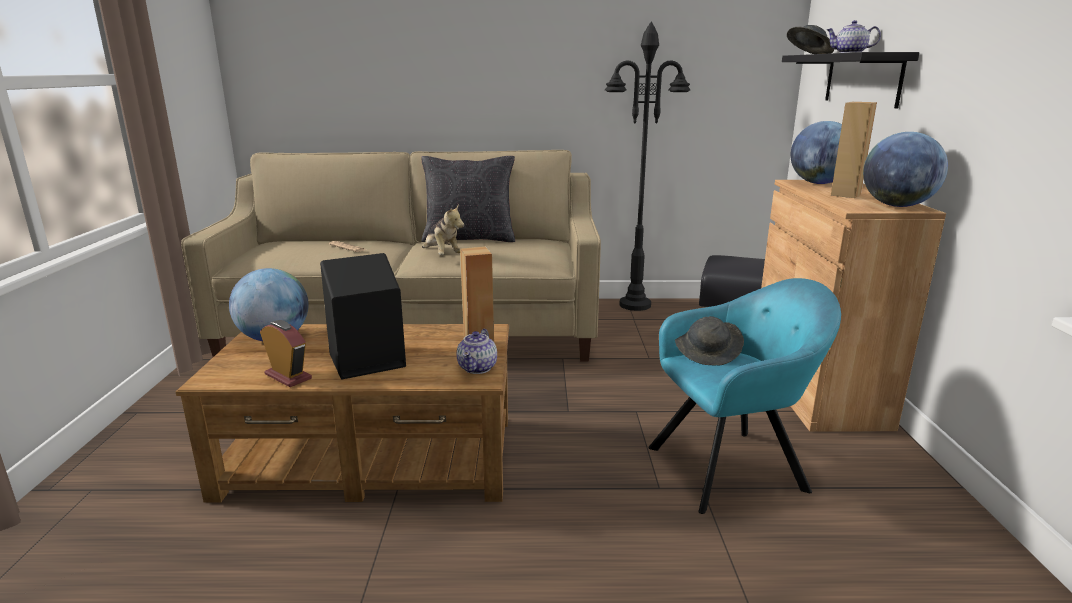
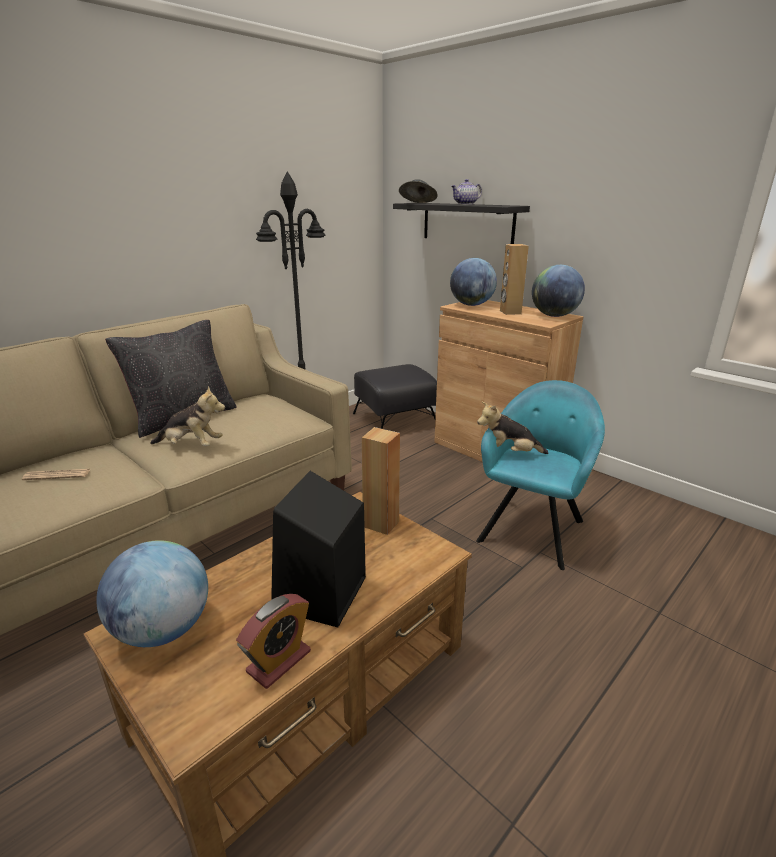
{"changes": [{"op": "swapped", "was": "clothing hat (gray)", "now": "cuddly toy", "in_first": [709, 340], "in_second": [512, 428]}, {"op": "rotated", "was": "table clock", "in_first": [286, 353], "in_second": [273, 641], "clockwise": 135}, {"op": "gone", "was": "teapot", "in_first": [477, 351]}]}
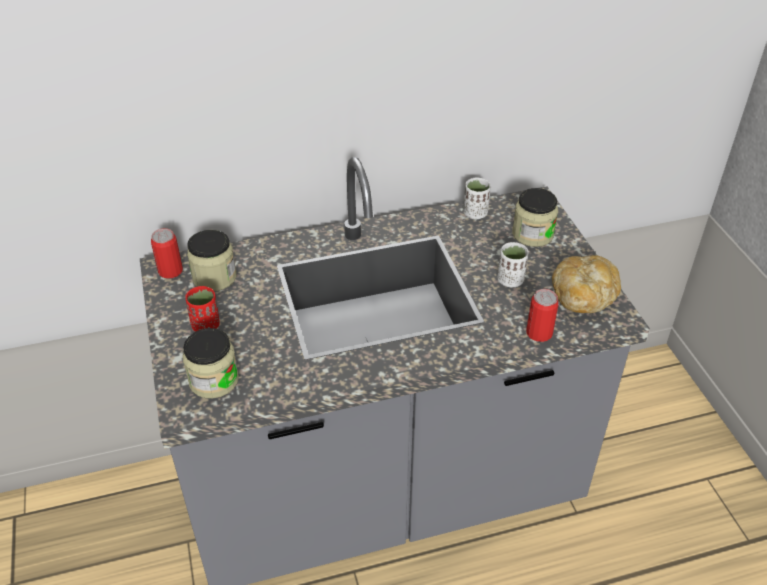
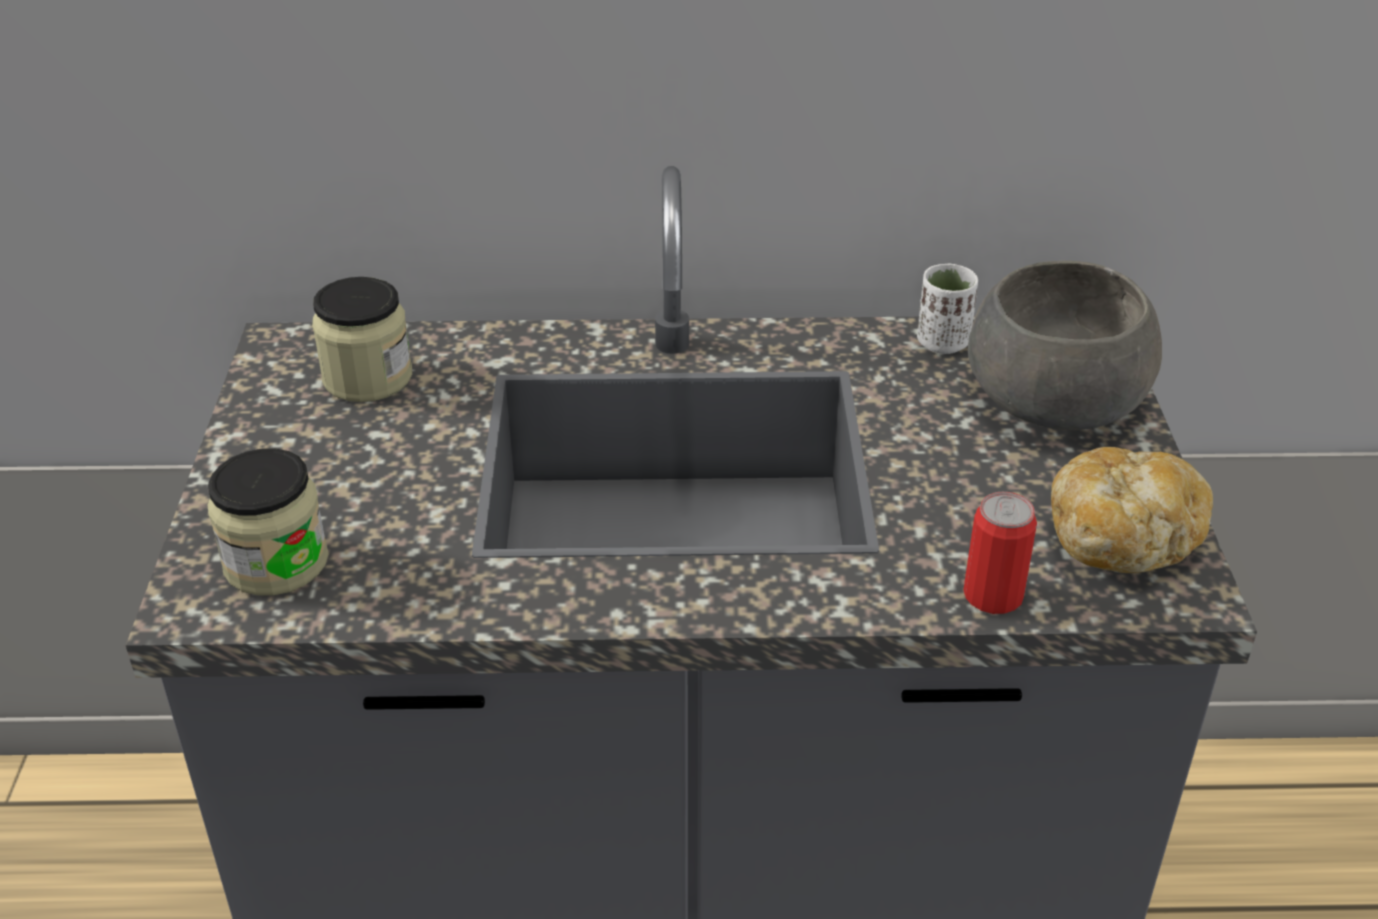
{"changes": [{"op": "swapped", "was": "jar", "now": "serving bowl (gray)", "in_first": [535, 217], "in_second": [1065, 345]}, {"op": "gone", "was": "can", "in_first": [167, 253]}, {"op": "gone", "was": "drinking cup (white-coloured)", "in_first": [513, 264]}, {"op": "gone", "was": "drinking cup (reddish)", "in_first": [203, 309]}]}
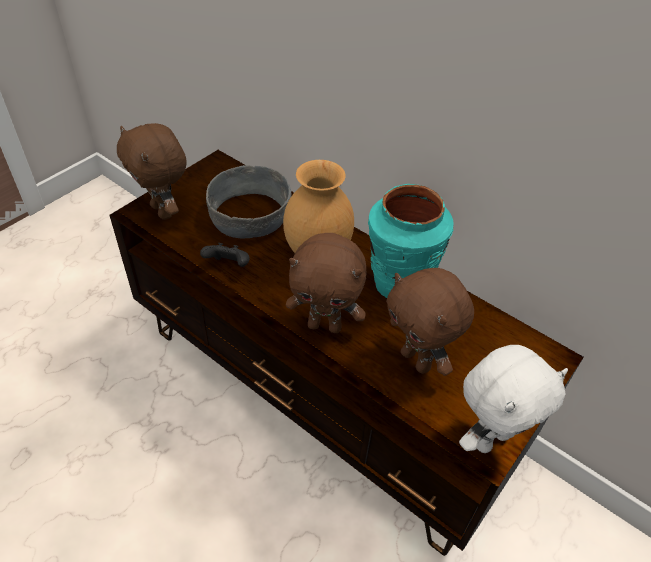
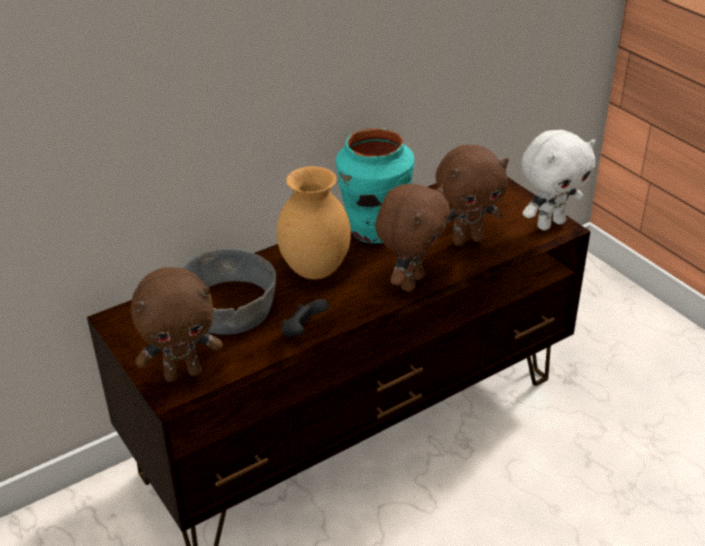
{"changes": [{"op": "rotated", "was": "cuddly toy (white-coloured)", "in_first": [513, 399], "in_second": [559, 180], "clockwise": 75}]}
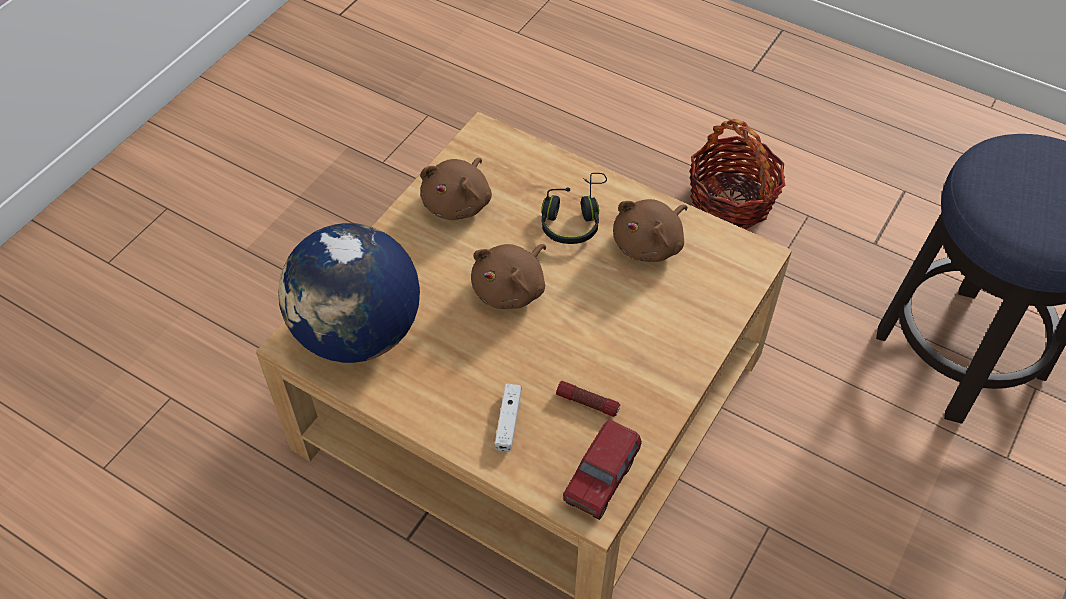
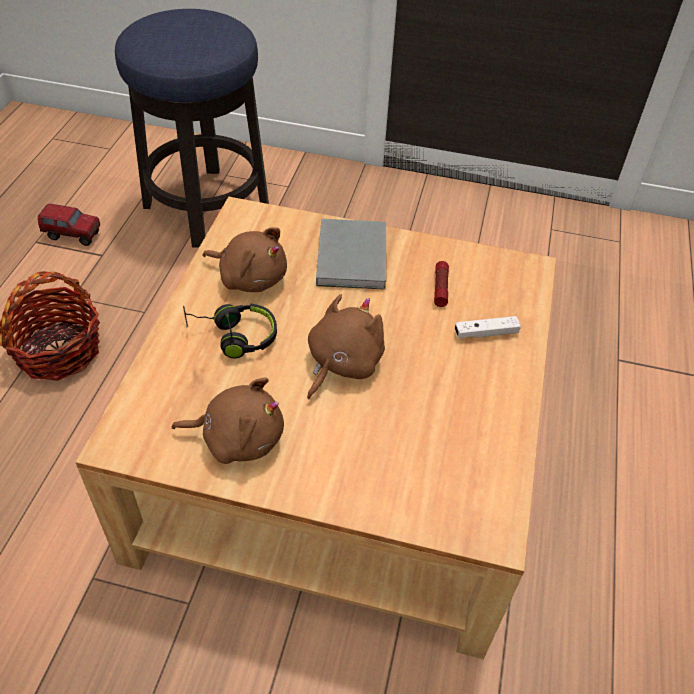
{"changes": [{"op": "gone", "was": "globe", "in_first": [349, 293]}, {"op": "rotated", "was": "cuddly toy (brown)", "in_first": [508, 276], "in_second": [346, 346], "clockwise": -75}, {"op": "shifted", "was": "toy lorry", "in_first": [602, 470], "in_second": [69, 225]}, {"op": "new", "now": "bound book (gray)", "in_second": [351, 254]}]}
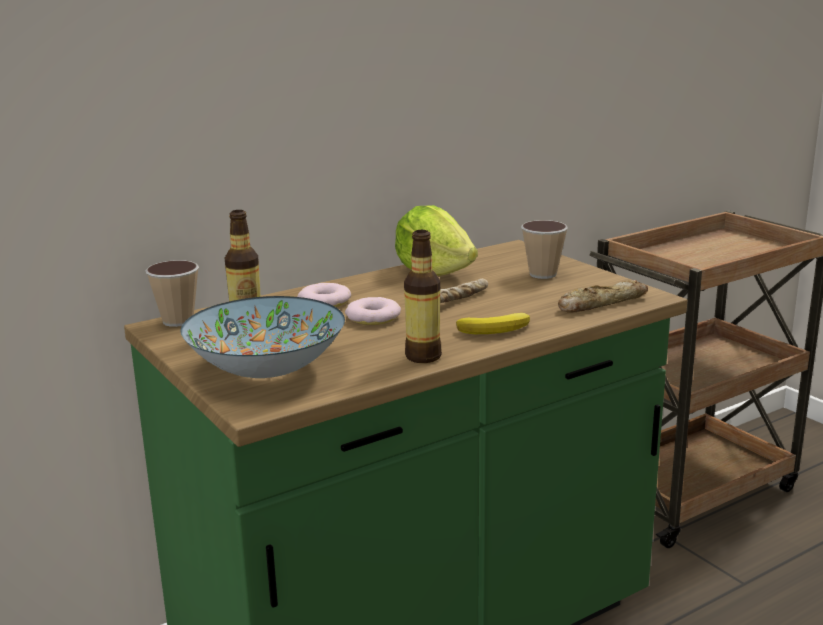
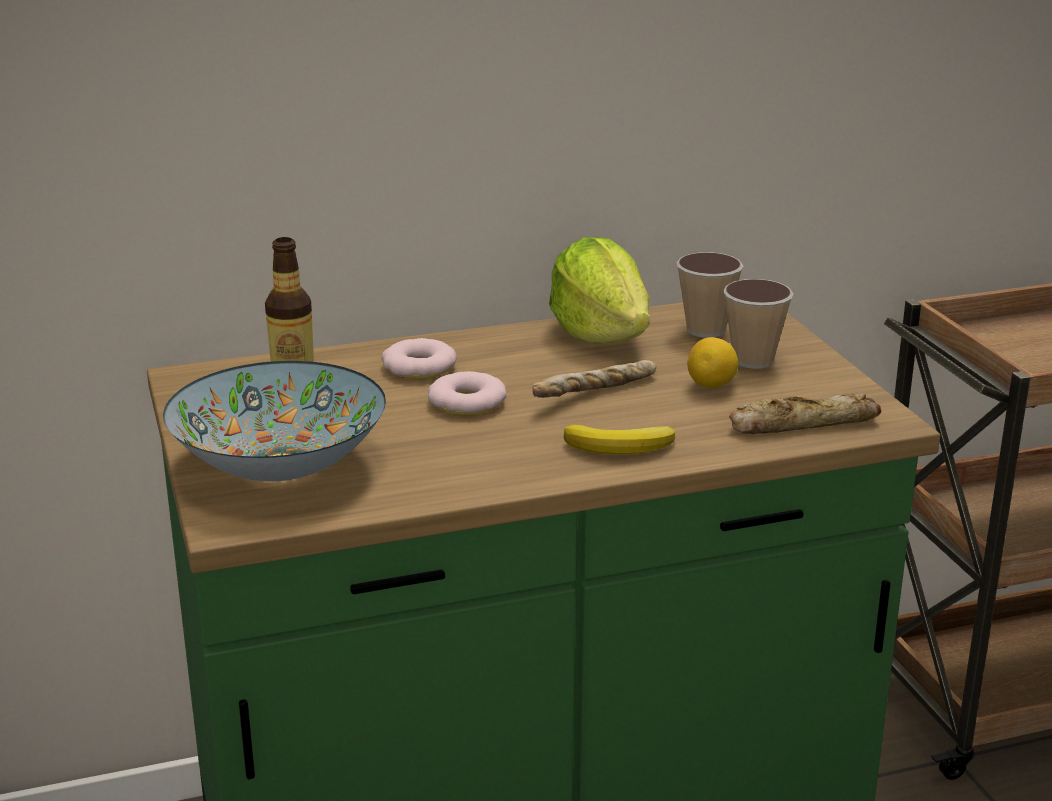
{"changes": [{"op": "gone", "was": "drink bottle", "in_first": [423, 296]}, {"op": "shifted", "was": "drinking cup", "in_first": [172, 293], "in_second": [710, 295]}, {"op": "new", "now": "lemon", "in_second": [712, 362]}]}
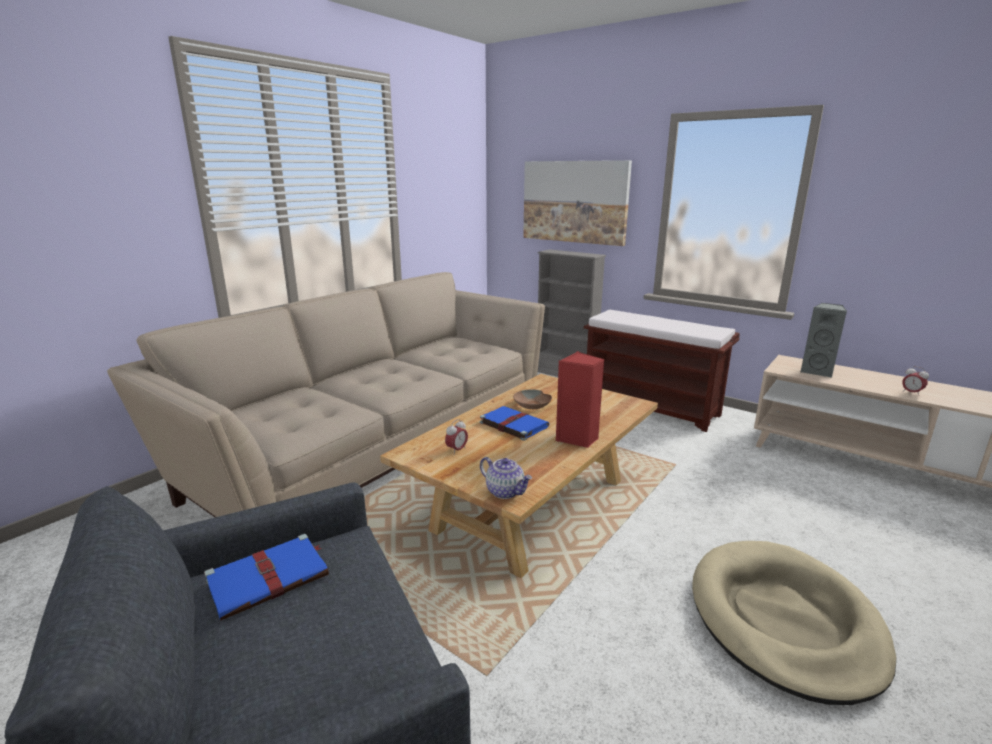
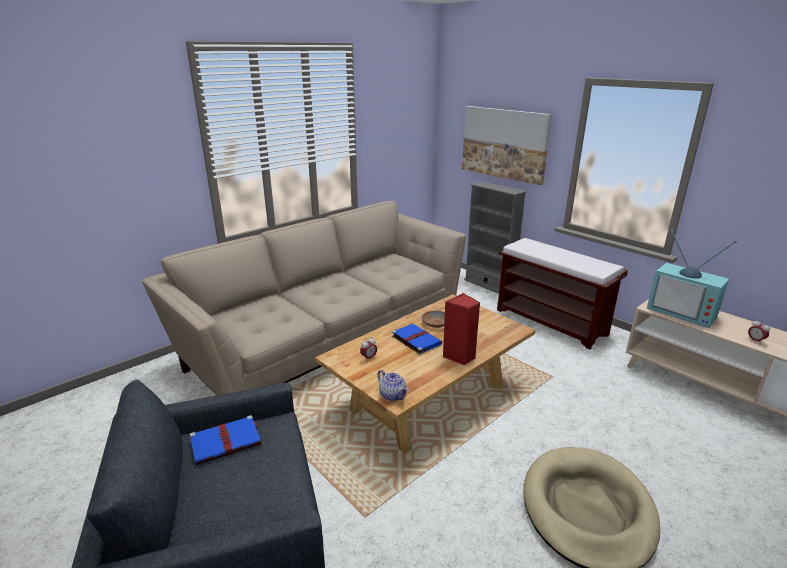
{"changes": [{"op": "swapped", "was": "speaker (gray)", "now": "TV", "in_first": [824, 340], "in_second": [692, 279]}]}
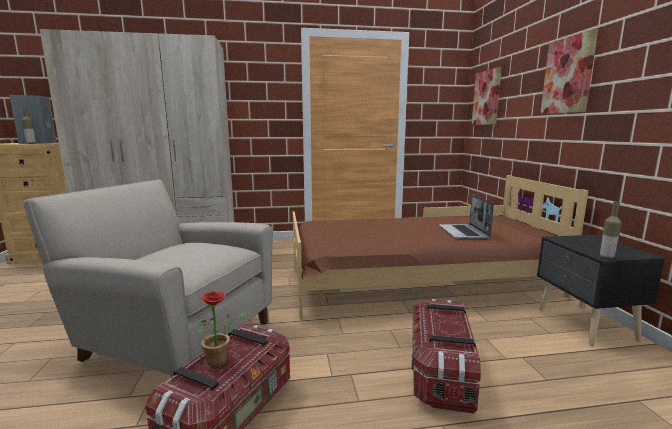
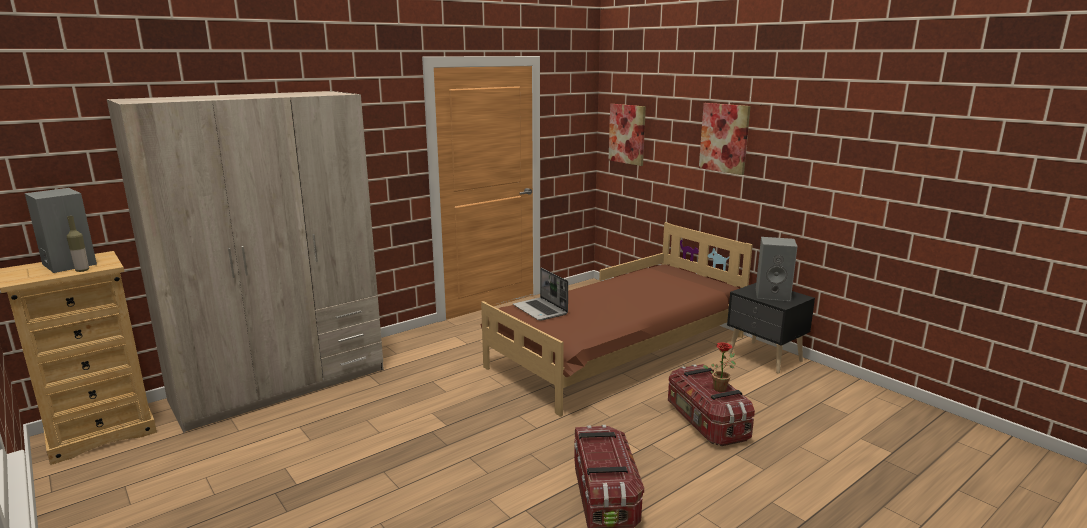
{"changes": [{"op": "gone", "was": "armchair (sand-coloured)", "in_first": [148, 277]}, {"op": "shifted", "was": "laptop", "in_first": [466, 217], "in_second": [540, 294]}, {"op": "gone", "was": "drink bottle", "in_first": [611, 230]}, {"op": "shifted", "was": "potted plant", "in_first": [221, 329], "in_second": [719, 367]}, {"op": "new", "now": "speaker (gray)", "in_second": [777, 269]}]}
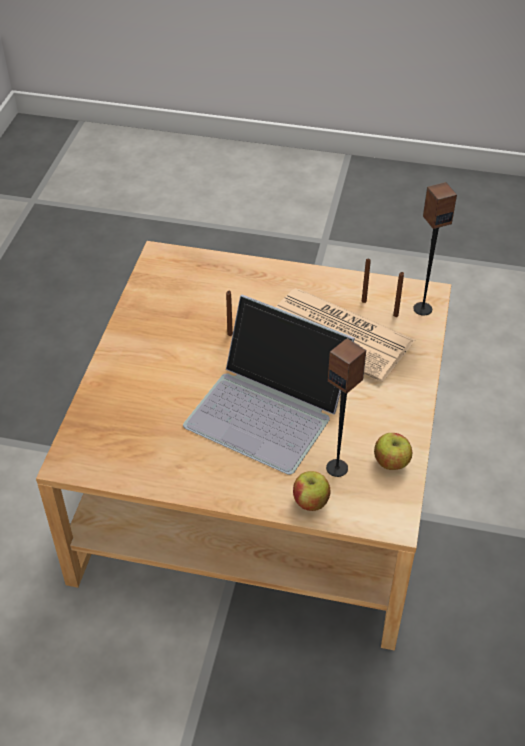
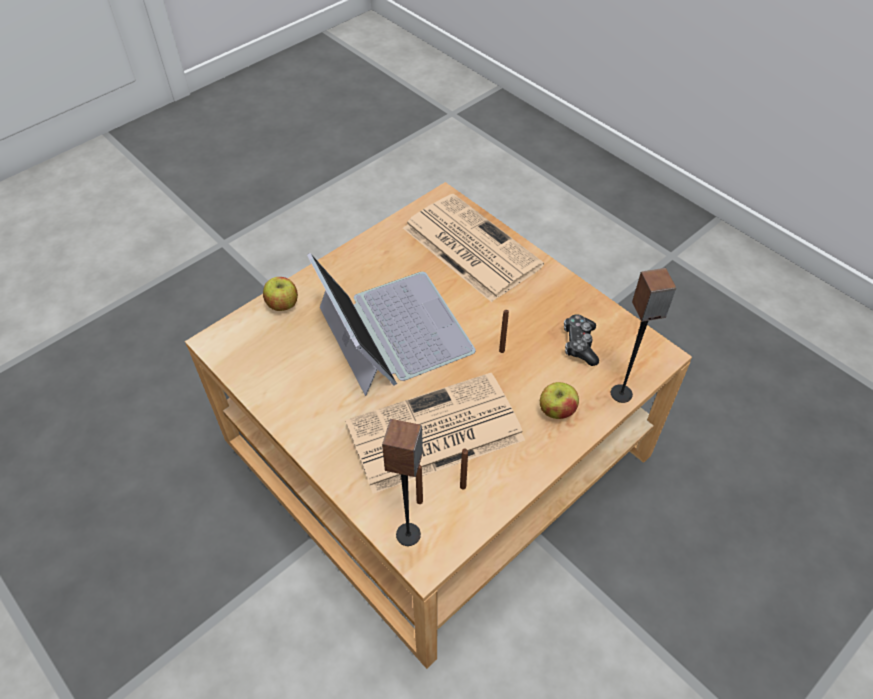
{"changes": [{"op": "rotated", "was": "laptop", "in_first": [269, 385], "in_second": [391, 324], "clockwise": 90}, {"op": "shifted", "was": "speaker", "in_first": [346, 407], "in_second": [643, 335]}, {"op": "shifted", "was": "apple fruit", "in_first": [393, 451], "in_second": [559, 400]}, {"op": "new", "now": "printed paper", "in_second": [473, 248]}, {"op": "new", "now": "joypad", "in_second": [581, 340]}]}
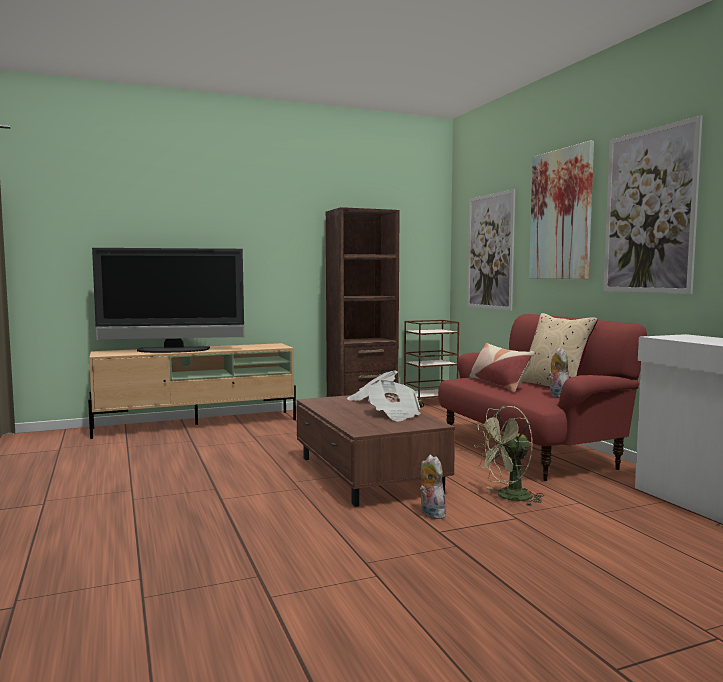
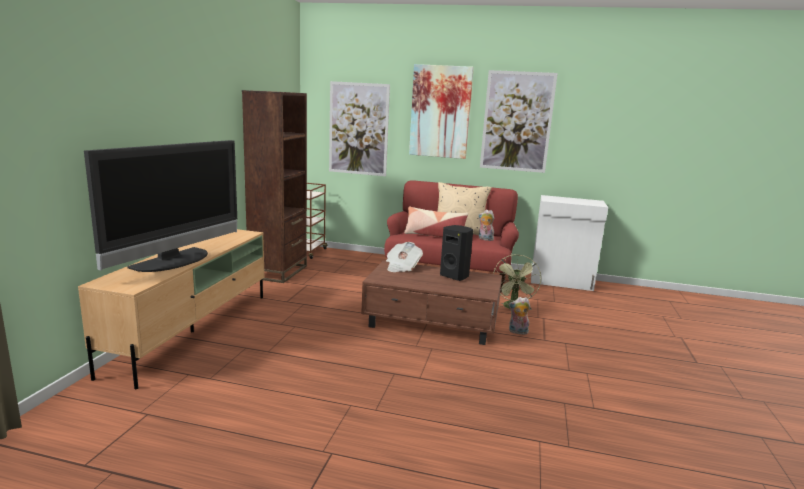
{"changes": [{"op": "swapped", "was": "printed paper", "now": "speaker (blackish)", "in_first": [394, 400], "in_second": [456, 253]}]}
